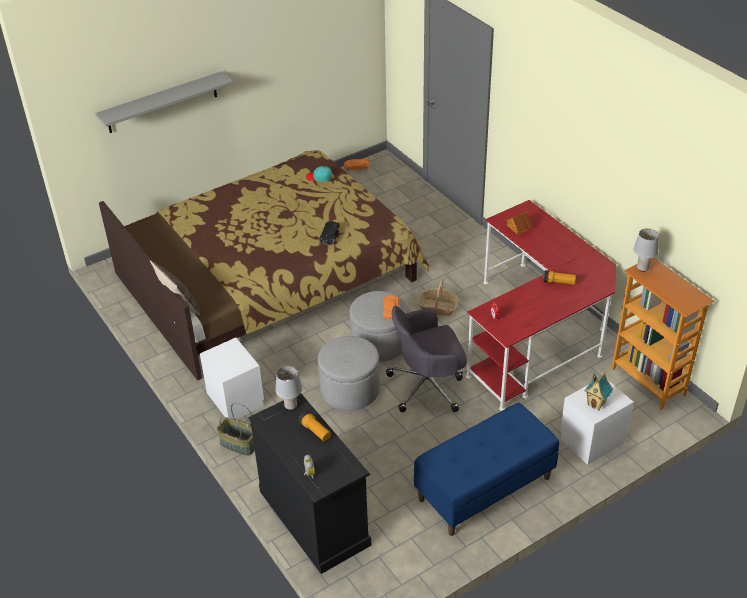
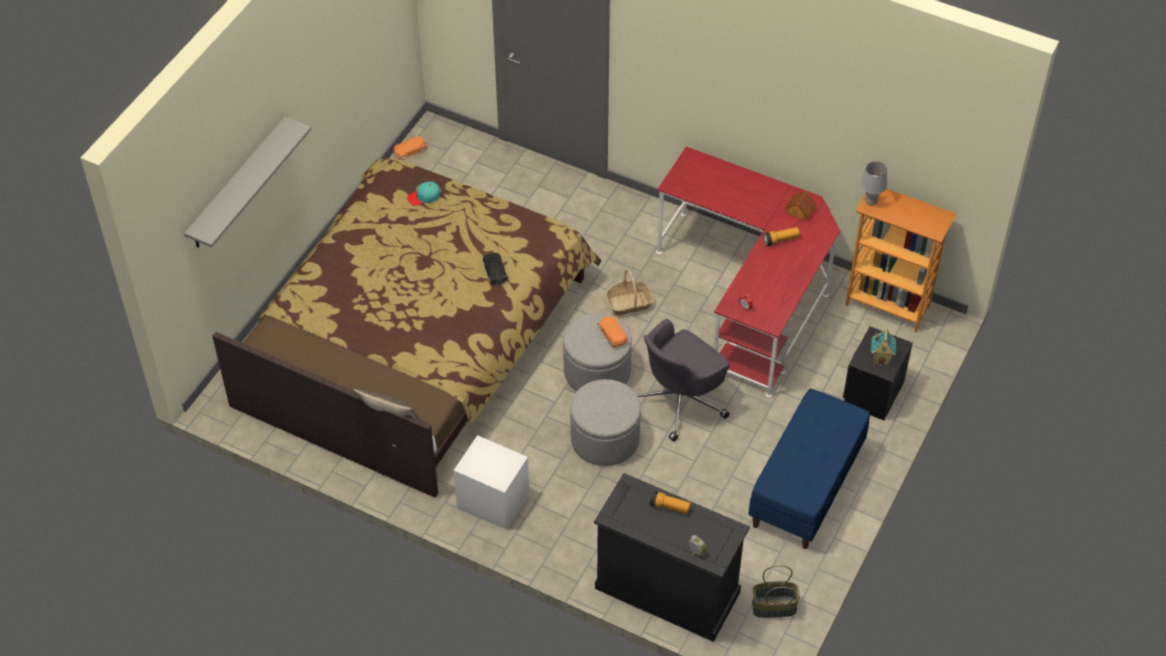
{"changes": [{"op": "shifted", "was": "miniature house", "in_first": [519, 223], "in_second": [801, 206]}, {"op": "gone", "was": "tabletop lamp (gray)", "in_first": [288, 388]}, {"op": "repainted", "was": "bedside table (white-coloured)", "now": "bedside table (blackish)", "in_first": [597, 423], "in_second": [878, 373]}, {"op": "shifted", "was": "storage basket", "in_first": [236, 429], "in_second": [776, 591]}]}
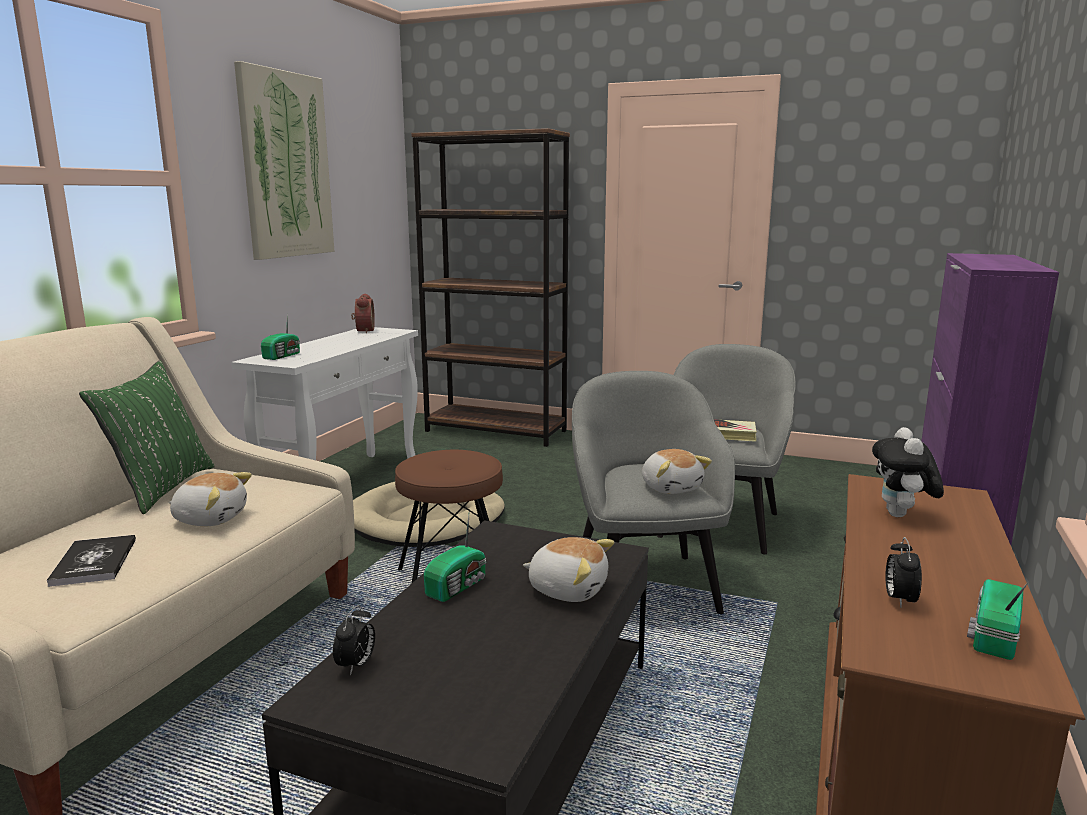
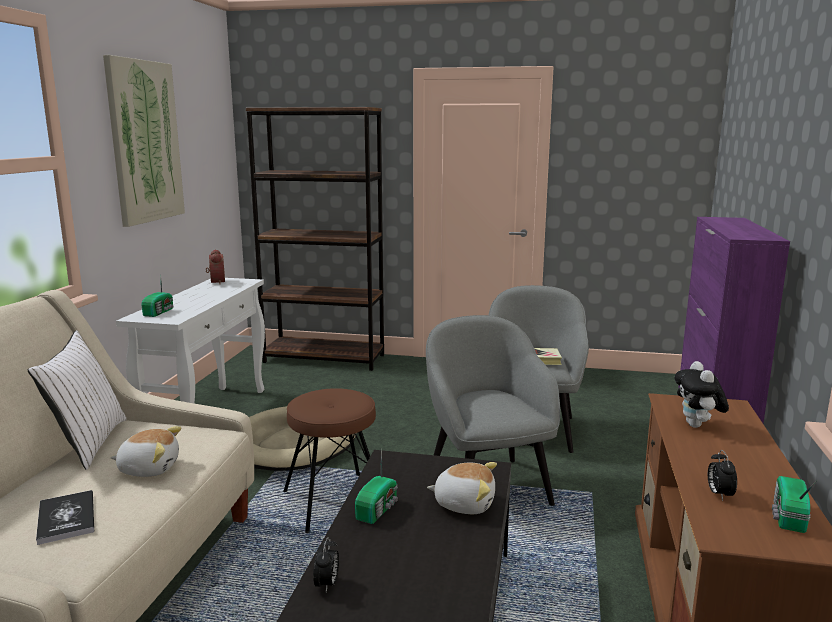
{"changes": [{"op": "repainted", "was": "throw pillow (green-coloured)", "now": "throw pillow (white-coloured)", "in_first": [147, 437], "in_second": [77, 400]}, {"op": "gone", "was": "cuddly toy", "in_first": [677, 471]}]}
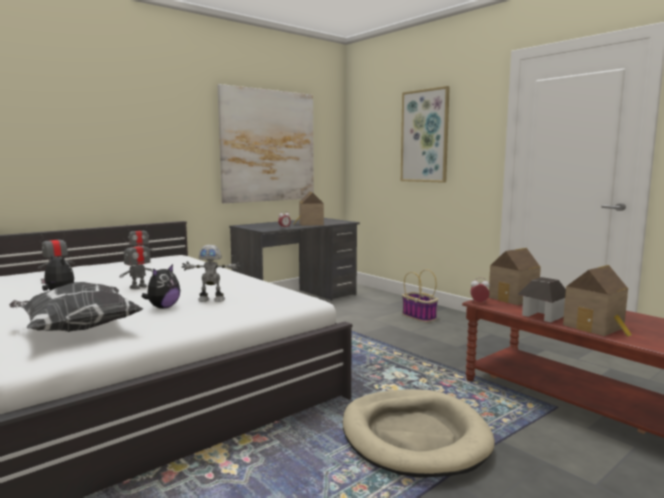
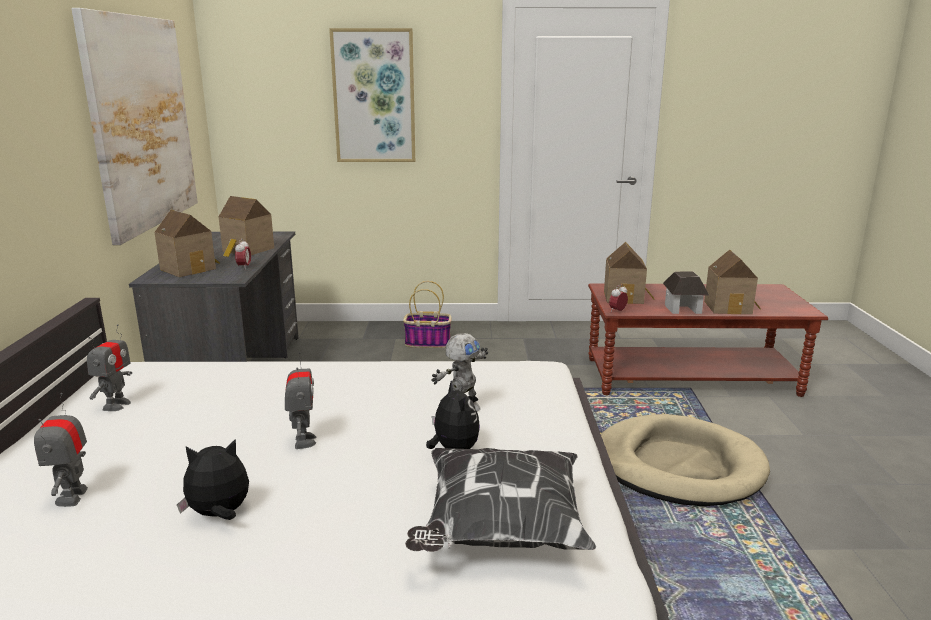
{"changes": [{"op": "new", "now": "miniature house", "in_second": [187, 243]}]}
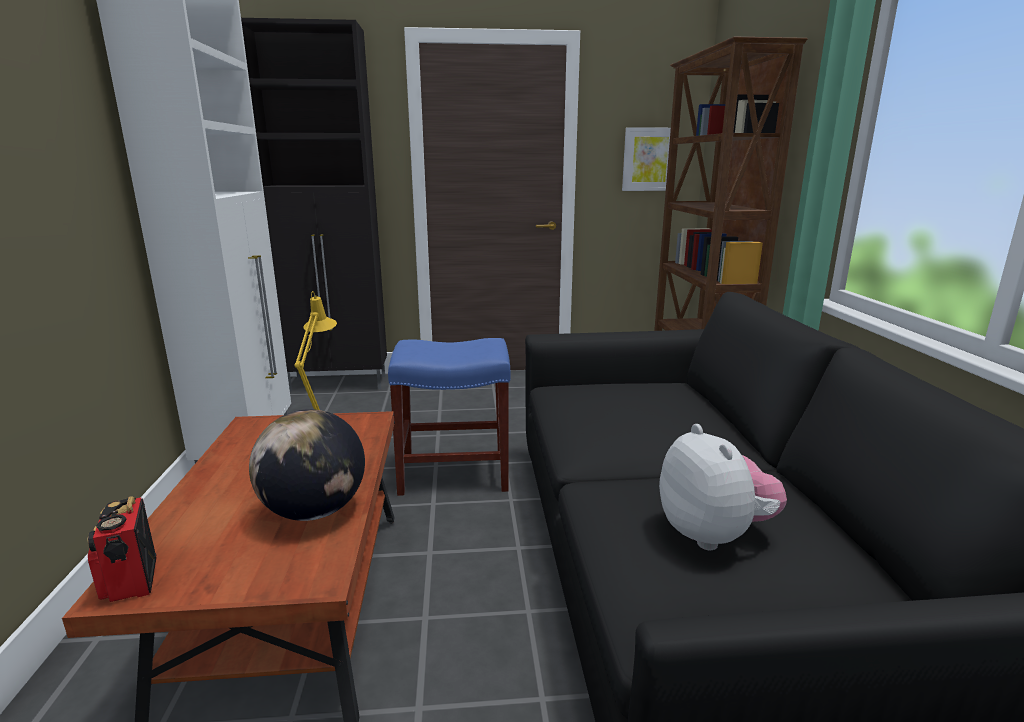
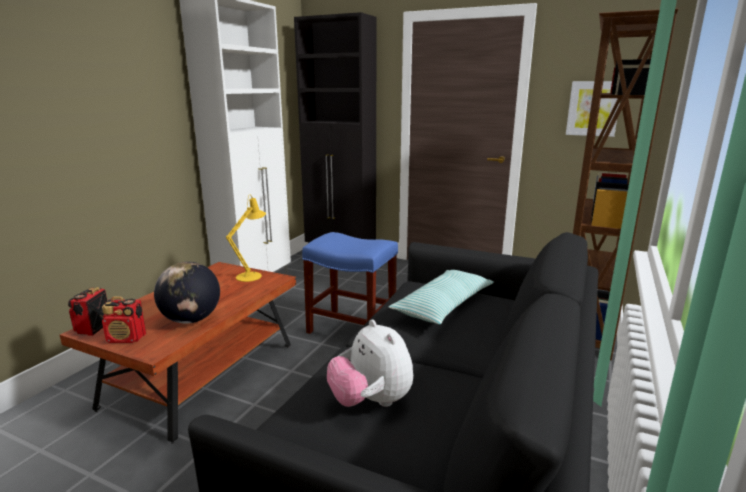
{"changes": [{"op": "rotated", "was": "cuddly toy", "in_first": [723, 487], "in_second": [370, 363], "clockwise": 135}, {"op": "new", "now": "throw pillow", "in_second": [441, 297]}, {"op": "new", "now": "radio set", "in_second": [124, 319]}]}
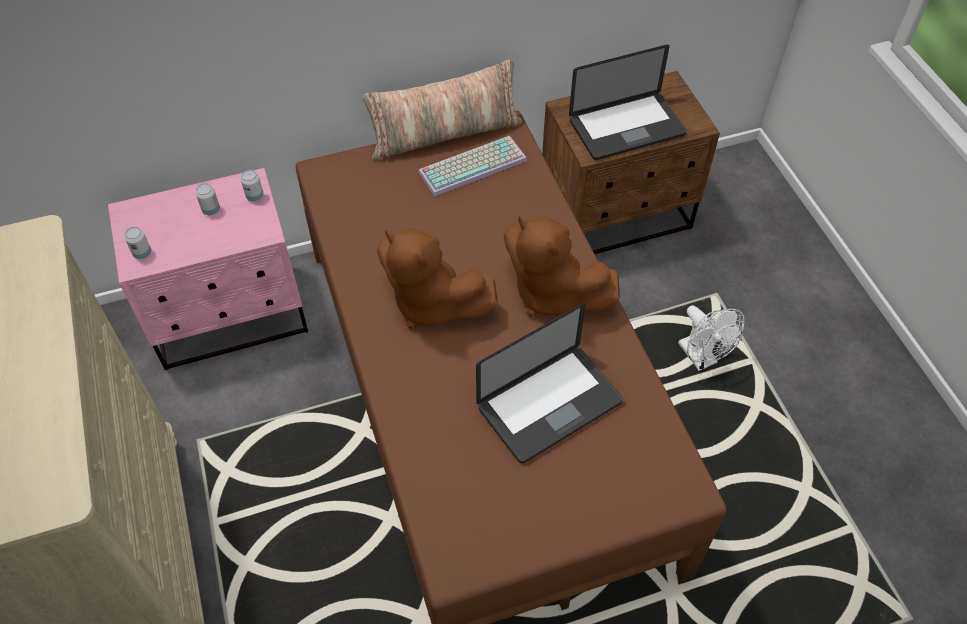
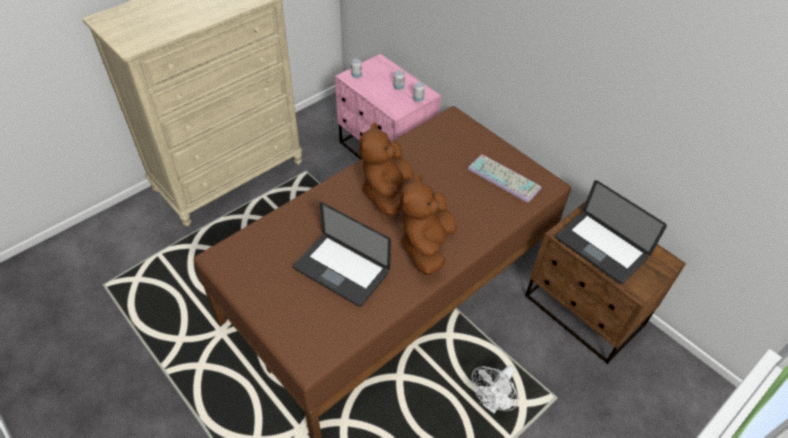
{"changes": [{"op": "gone", "was": "throw pillow", "in_first": [442, 110]}]}
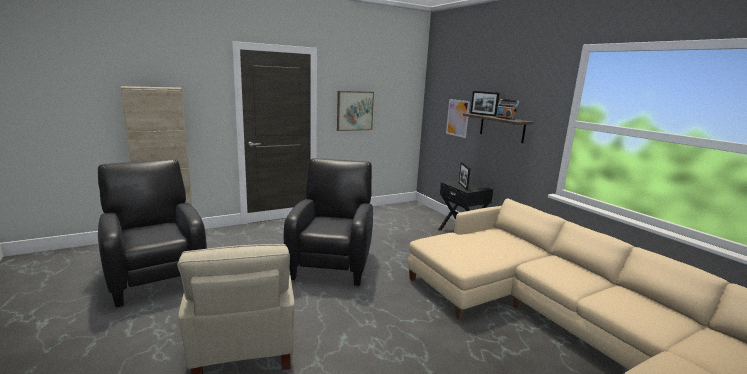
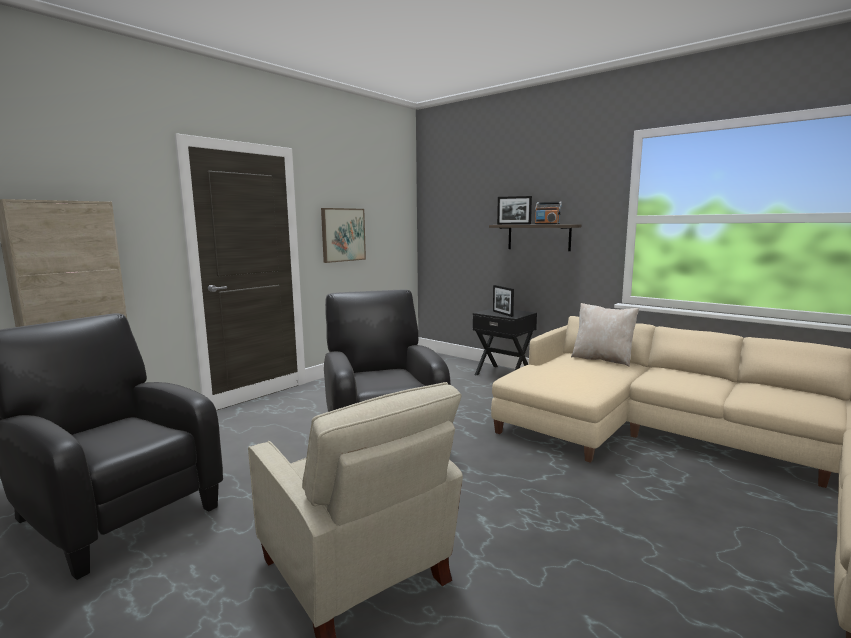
{"changes": [{"op": "gone", "was": "picture", "in_first": [458, 118]}, {"op": "new", "now": "throw pillow (sand-coloured)", "in_second": [605, 335]}]}
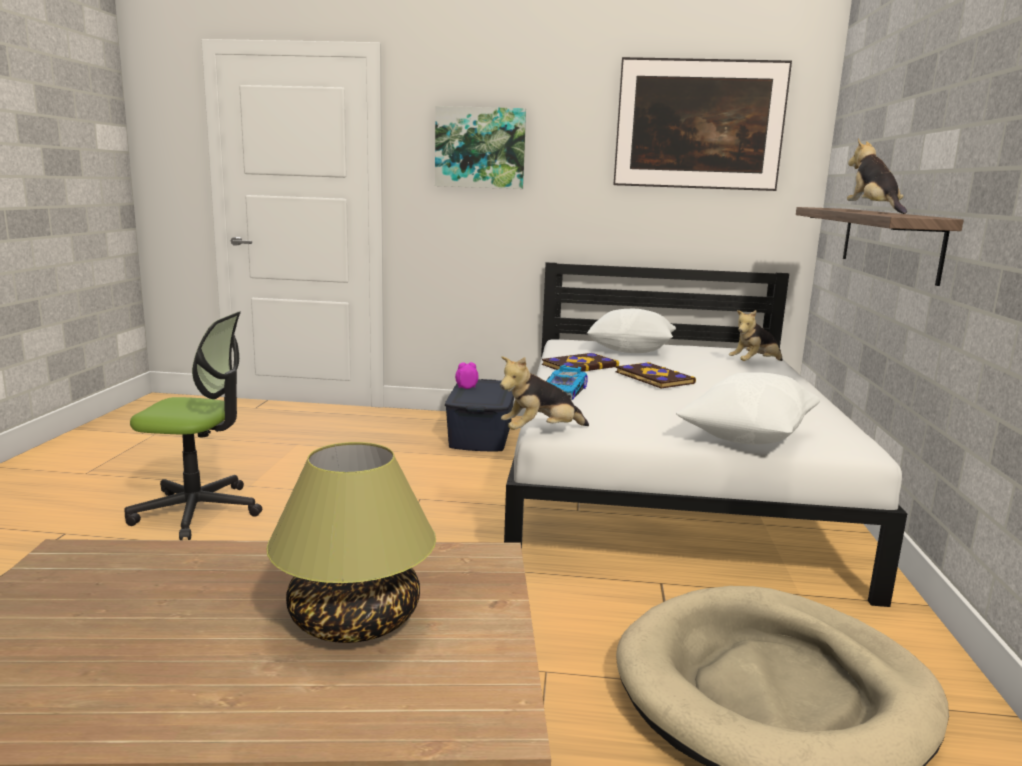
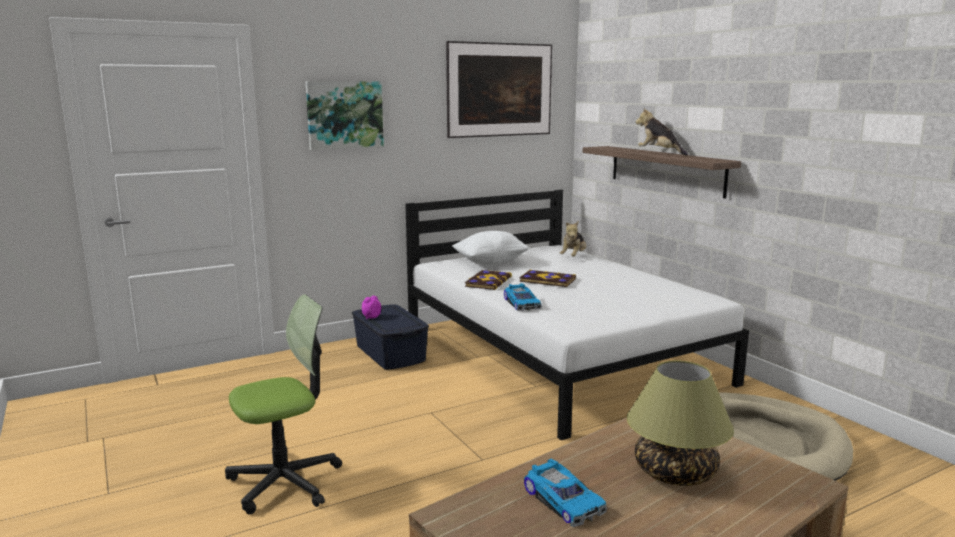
{"changes": [{"op": "gone", "was": "cuddly toy", "in_first": [544, 393]}, {"op": "gone", "was": "throw pillow (white-coloured)", "in_first": [748, 408]}, {"op": "new", "now": "toy car", "in_second": [565, 493]}]}
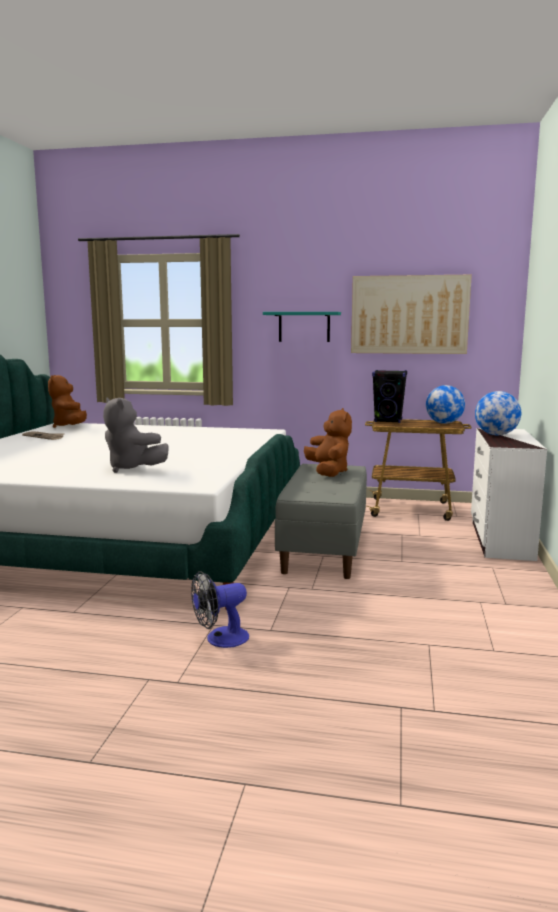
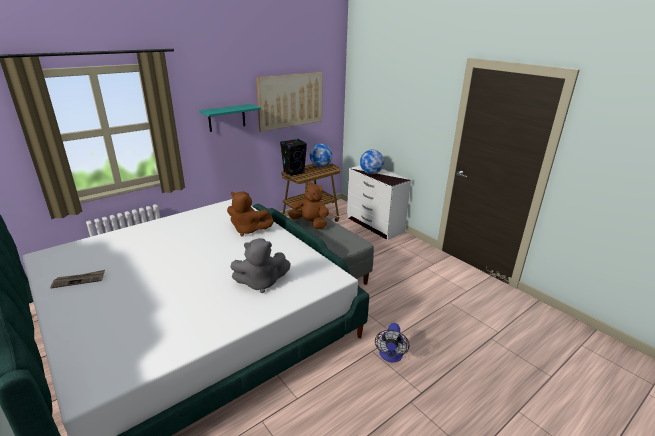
{"changes": [{"op": "shifted", "was": "cuddly toy (brown)", "in_first": [67, 401], "in_second": [250, 214]}]}
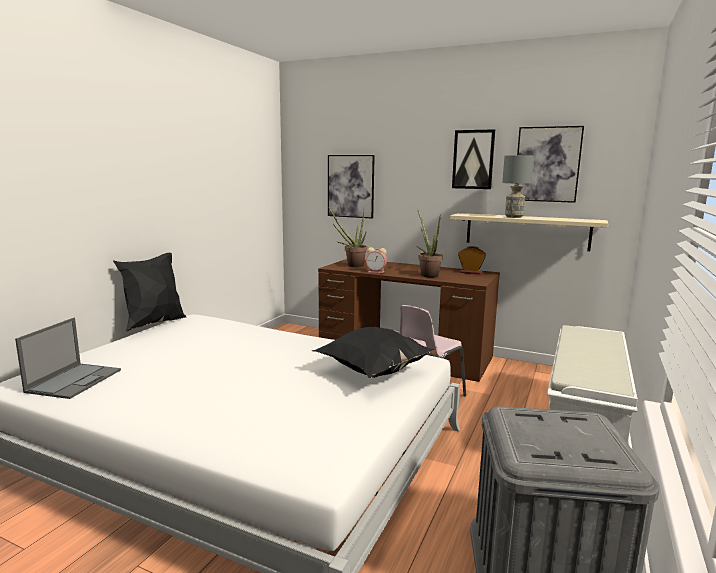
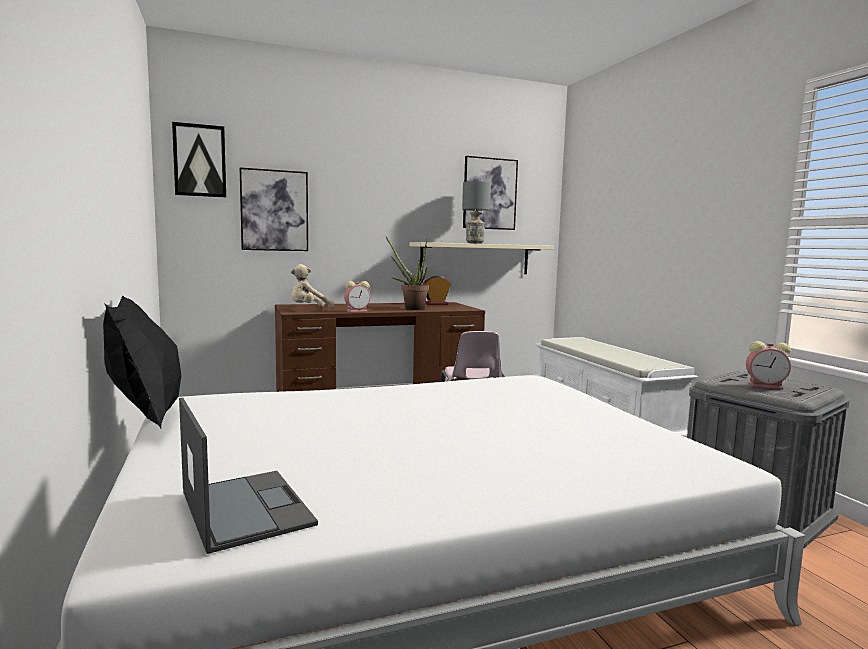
{"changes": [{"op": "shifted", "was": "picture", "in_first": [473, 159], "in_second": [199, 159]}, {"op": "swapped", "was": "potted plant", "now": "cuddly toy (sand-coloured)", "in_first": [347, 237], "in_second": [312, 286]}, {"op": "gone", "was": "throw pillow (blackish)", "in_first": [373, 352]}, {"op": "new", "now": "table clock", "in_second": [768, 365]}]}
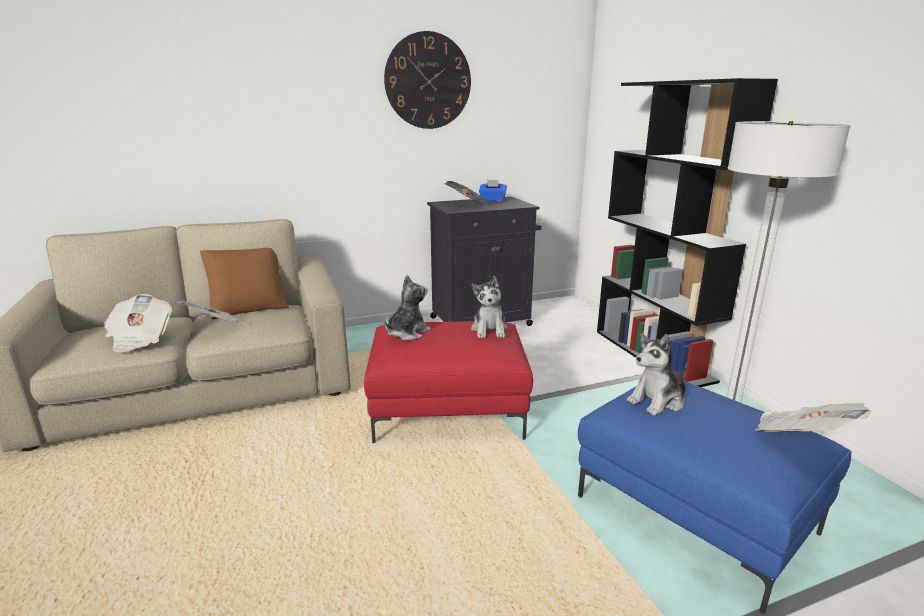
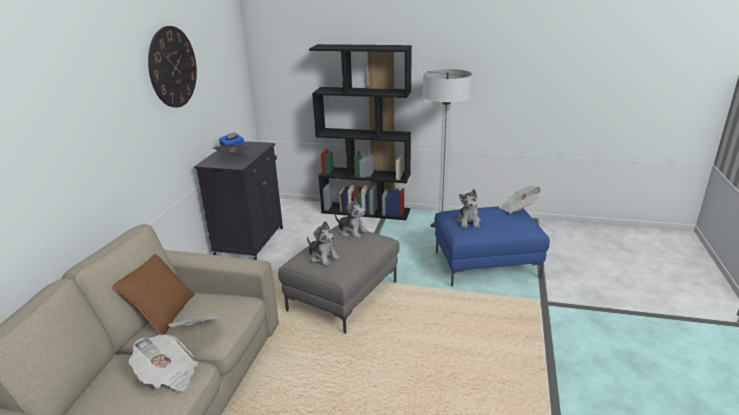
{"changes": [{"op": "rotated", "was": "cuddly toy", "in_first": [407, 308], "in_second": [323, 243], "clockwise": 150}, {"op": "repainted", "was": "ottoman (reddish)", "now": "ottoman (gray)", "in_first": [448, 382], "in_second": [339, 279]}]}
